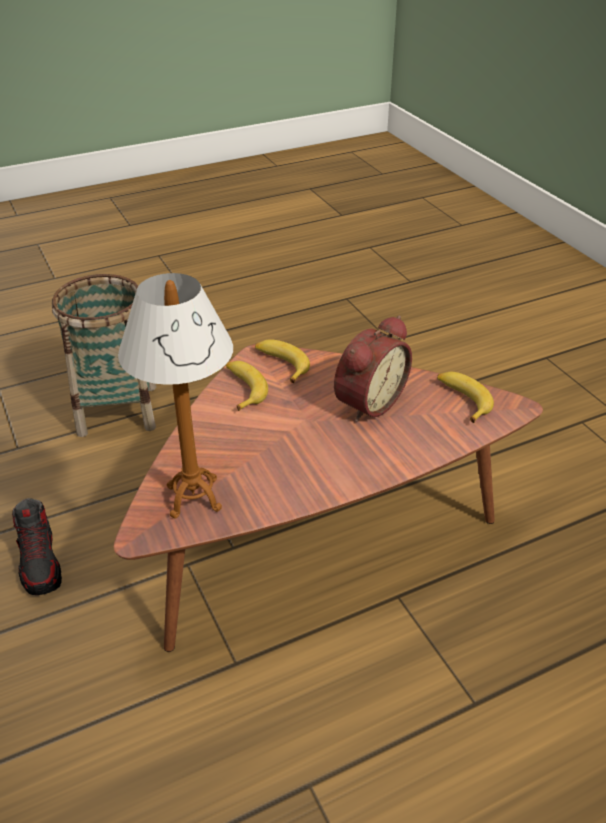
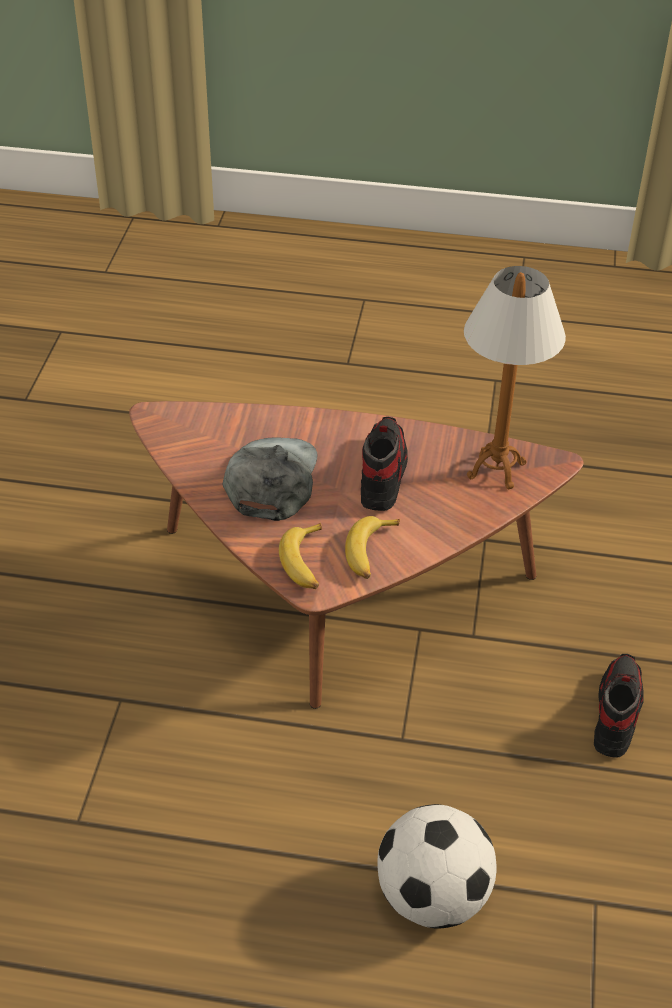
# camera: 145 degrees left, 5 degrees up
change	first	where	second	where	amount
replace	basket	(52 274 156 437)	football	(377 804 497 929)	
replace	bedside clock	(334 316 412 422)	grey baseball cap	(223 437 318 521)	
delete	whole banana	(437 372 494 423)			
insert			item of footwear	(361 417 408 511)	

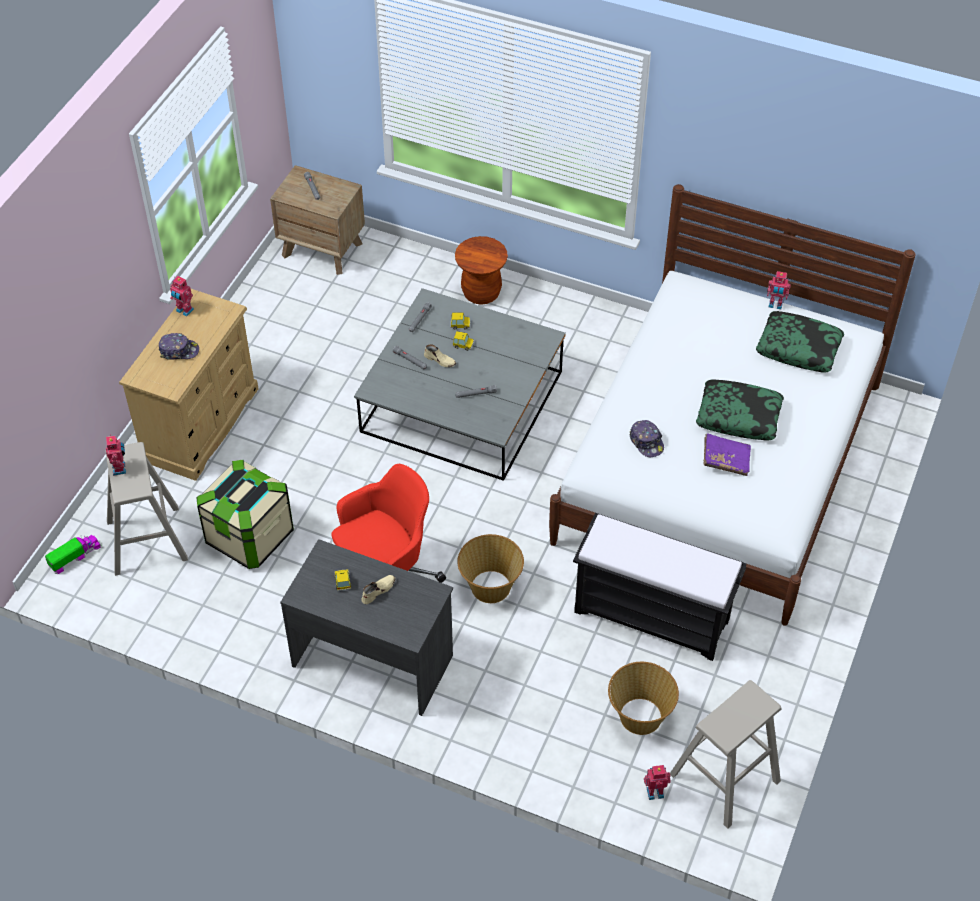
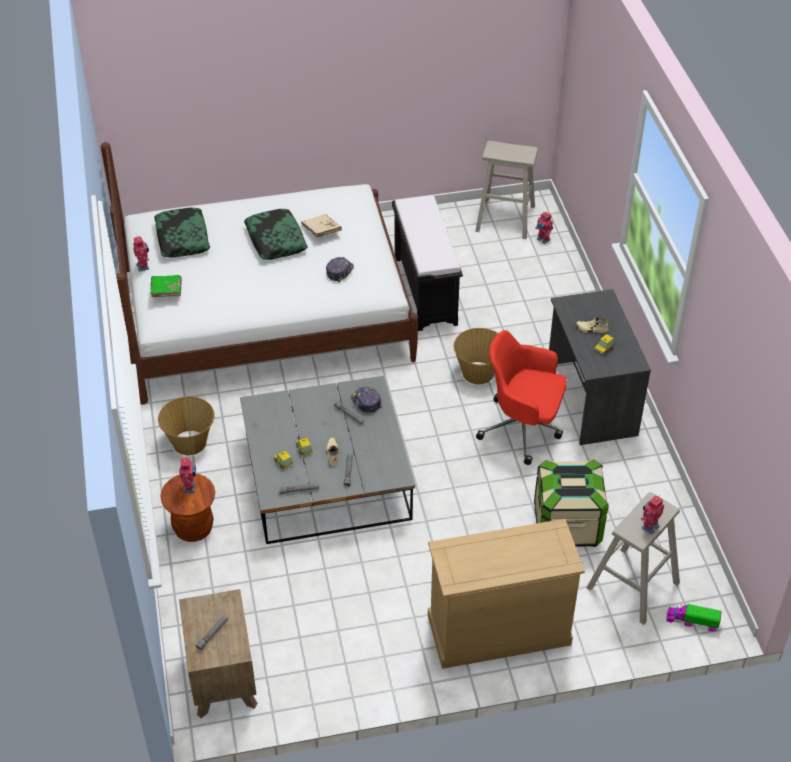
# camera: 125 degrees left, 5 degrees down
change	first	where	second	where	amount
move	model robot	(170 276 194 317)		(179 458 196 493)	
move	baseball cap	(159 333 199 360)		(351 387 382 413)	
recolor	purple volume	(704 433 751 476)	beige-coloured volume	(301 214 342 238)	
move	basket	(608 662 679 735)		(158 397 215 455)	
insert			greenish volume	(150 275 182 297)	

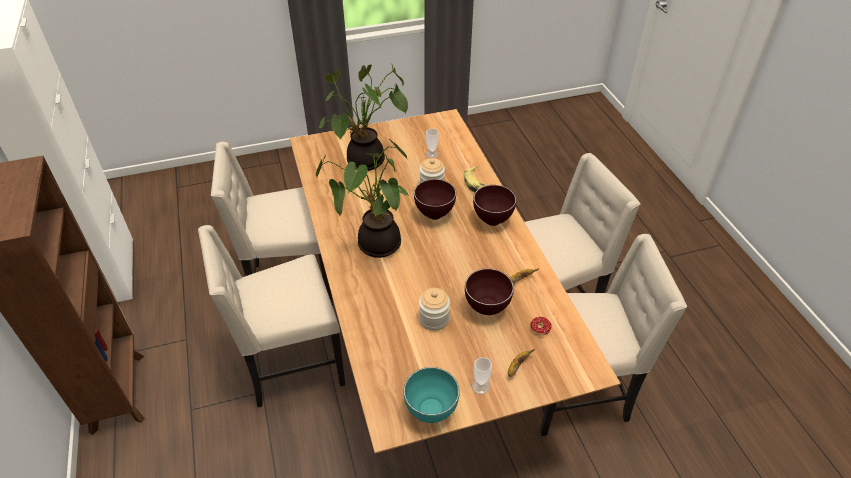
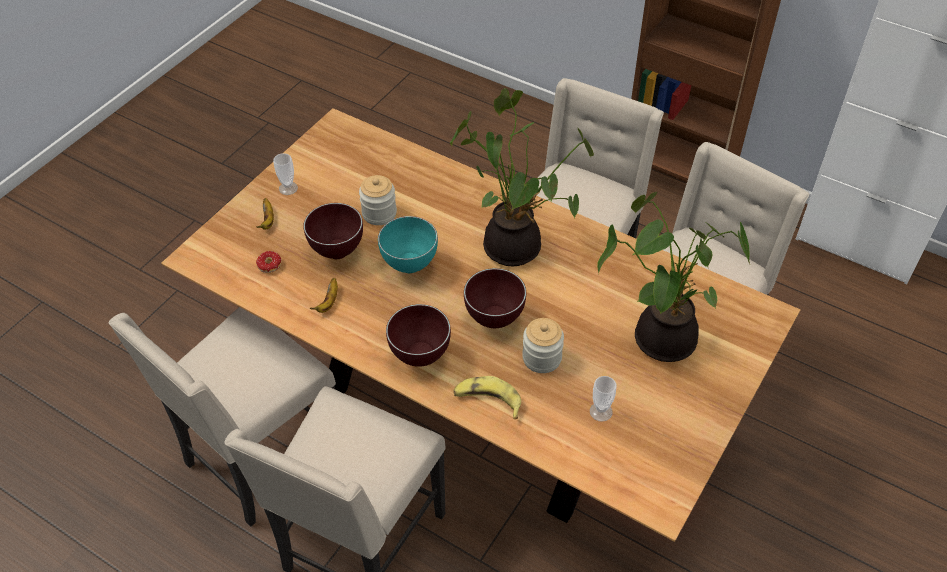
# camera: 140 degrees right, 5 degrees up
change	first	where	second	where	amount
move	blue-green serving bowl	(404 367 460 423)		(378 216 438 273)	

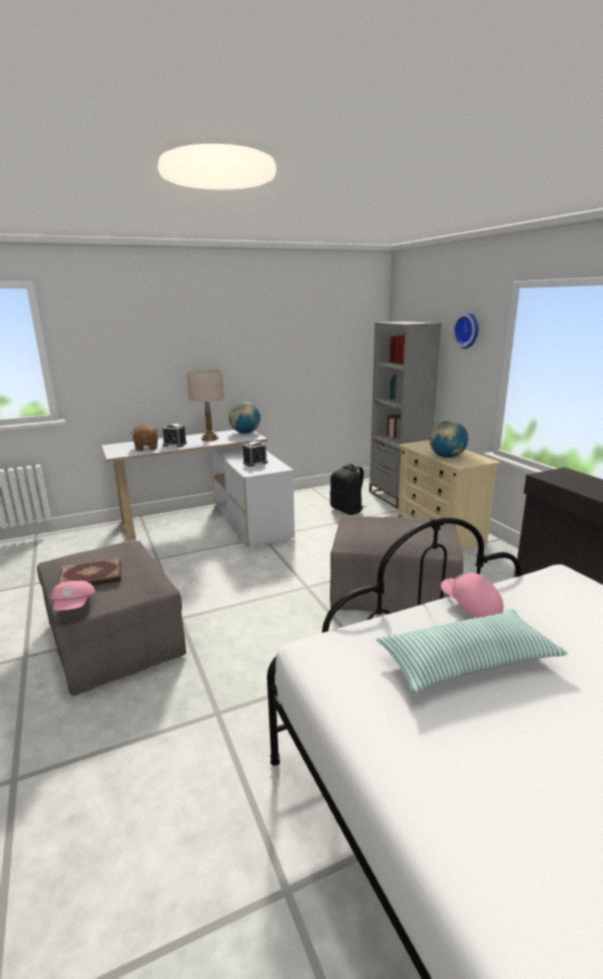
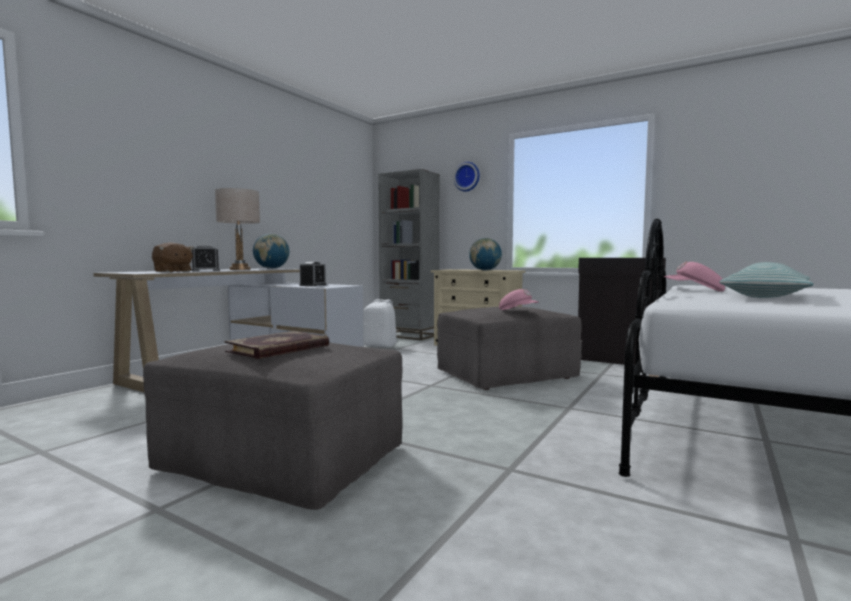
# camera: 35 degrees left, 15 degrees down
change	first	where	second	where	amount
recolor	blackish knapsack	(330 464 366 515)	white-coloured knapsack	(363 299 397 347)	
move	pink baseball cap	(51 581 95 611)		(499 289 539 310)	

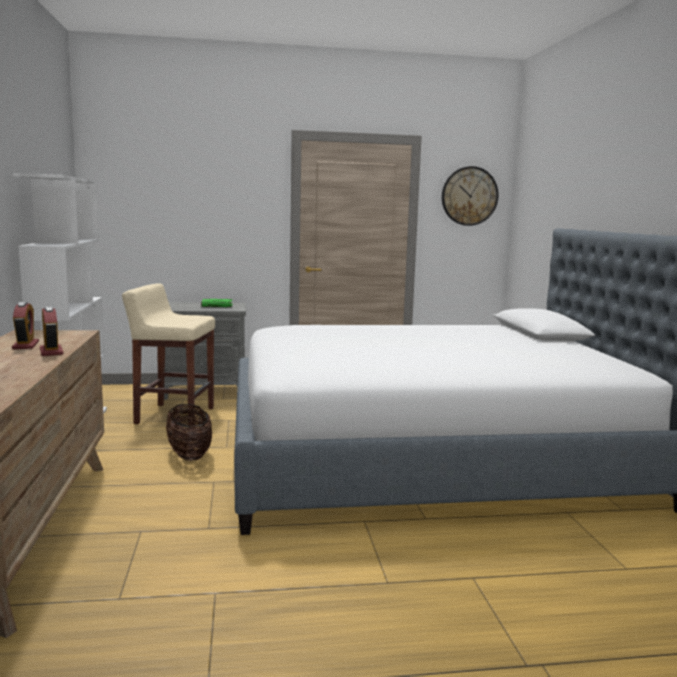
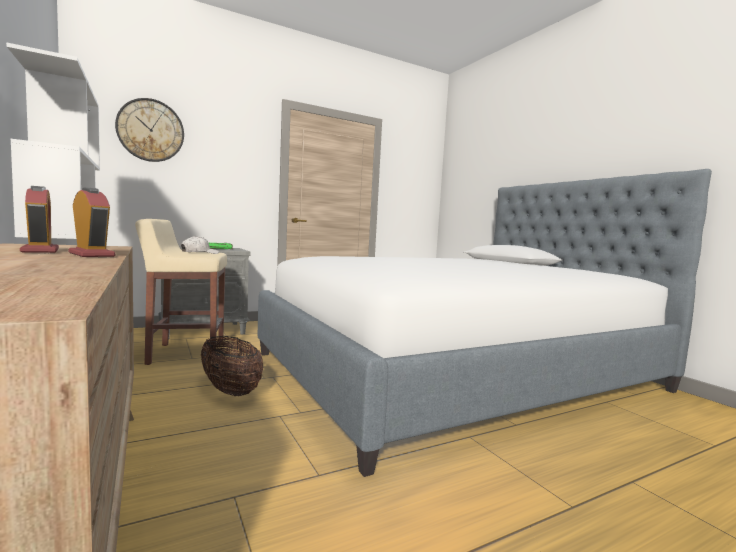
# camera: 20 degrees left, 5 degrees down
change	first	where	second	where	amount
move	clock on the wall	(442 166 499 226)		(115 98 184 162)	
insert			white-coloured baseball cap	(181 236 219 254)	

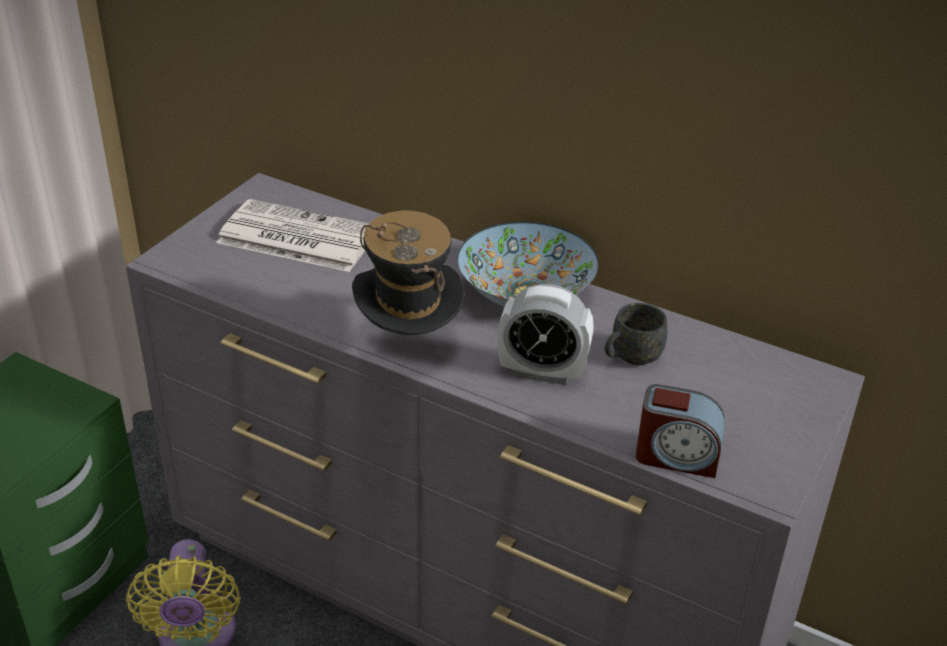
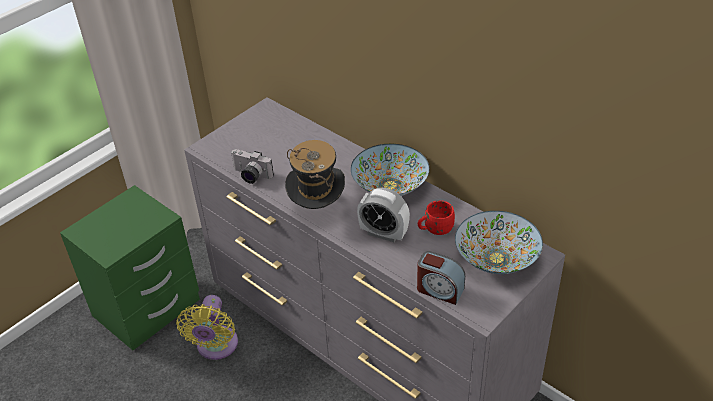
# camera: 15 degrees right, 5 degrees up
change	first	where	second	where	amount
delete	newspaper	(216 199 369 272)			
recolor	grey tea mug	(605 303 668 365)	red tea mug	(418 200 455 235)	
insert			photo camera	(231 149 274 184)	
insert			serving bowl	(455 211 543 274)	

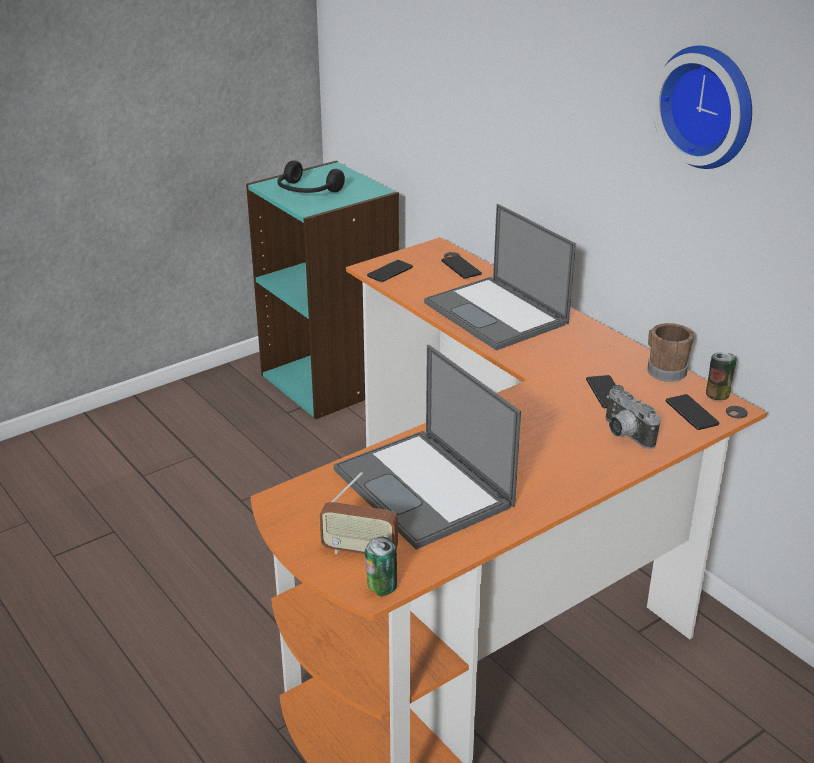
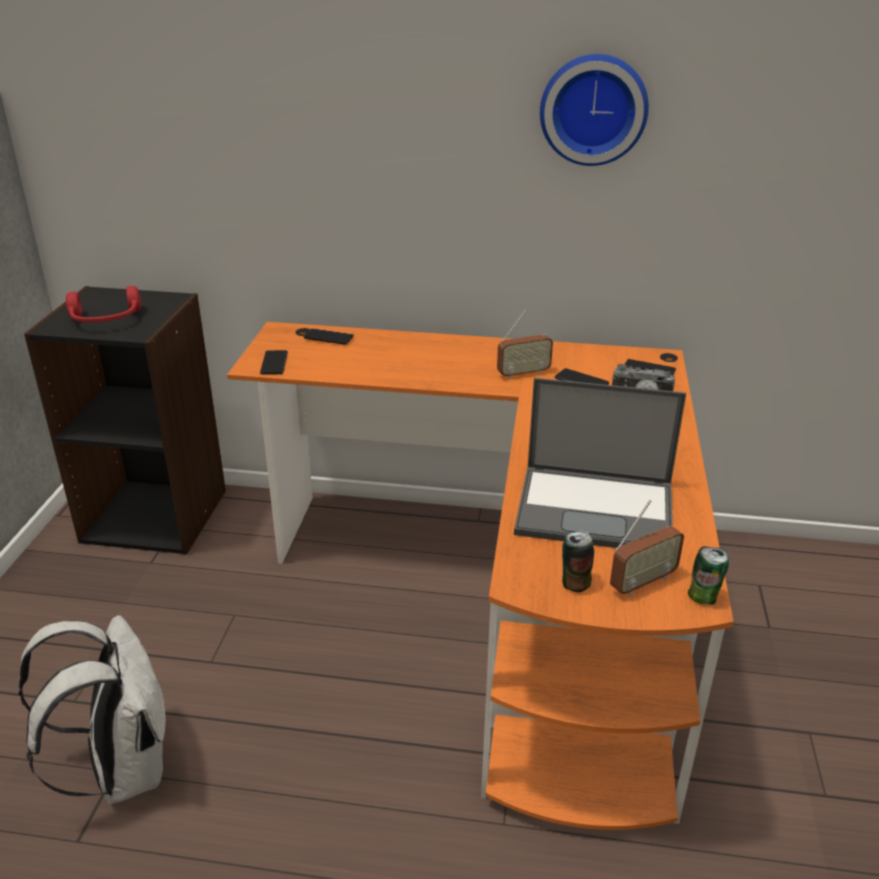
# camera: 45 degrees left, 0 degrees up
change	first	where	second	where	amount
recolor	blackish headphones	(277 160 345 193)	red headphones	(66 286 141 322)	
recolor	blue-green bookcase	(246 161 399 419)	blackish bookcase	(24 286 226 555)	
delete	laptop	(424 204 576 350)			
delete	brown tea mug	(647 323 694 382)			
move	metal can	(706 352 736 400)		(562 530 594 592)	
insert			radio	(497 310 553 379)	
insert			white-coloured knapsack	(18 615 166 805)	

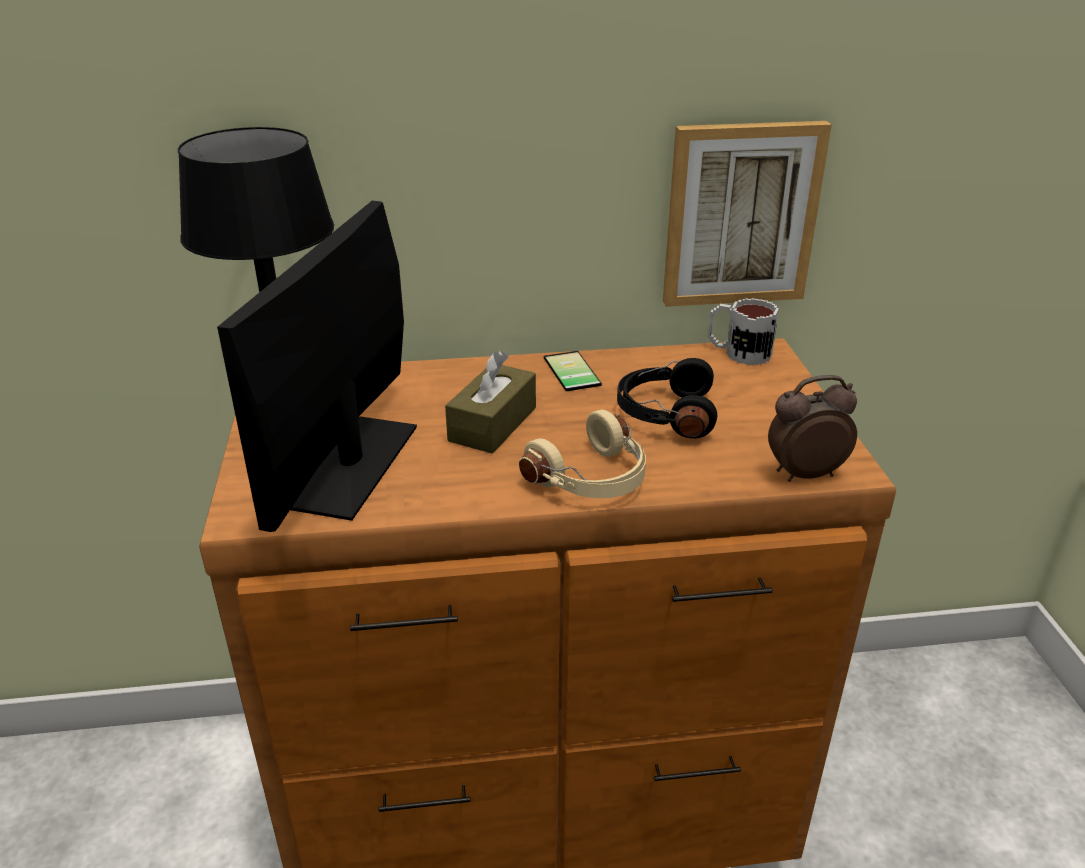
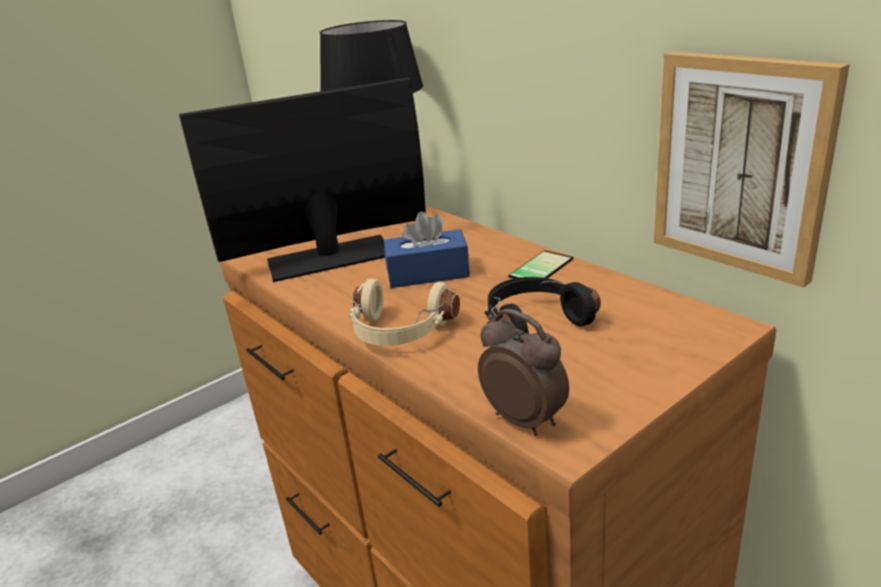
# camera: 60 degrees right, 5 degrees down
change	first	where	second	where	amount
delete	tea mug	(708 298 779 365)			
recolor	brown box of tissues	(445 351 536 454)	blue box of tissues	(384 211 470 288)	

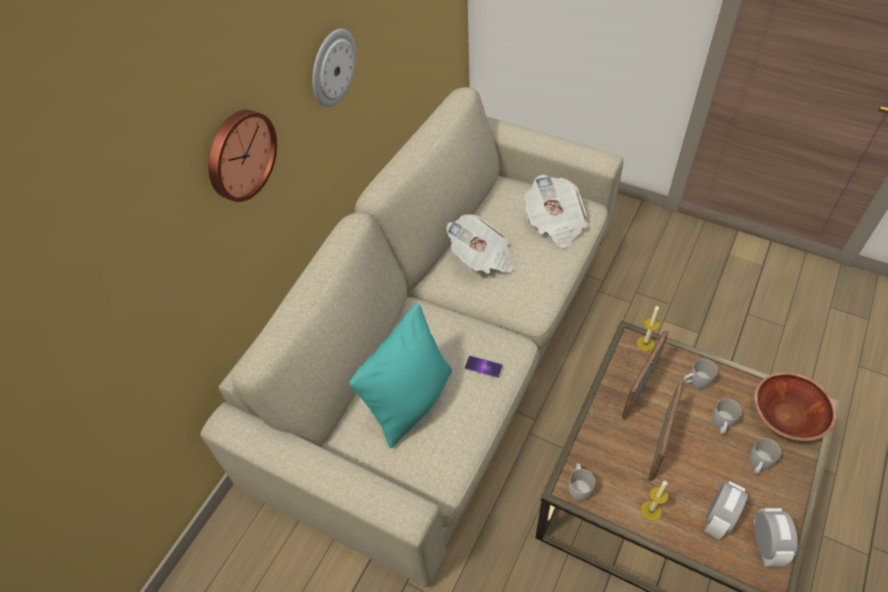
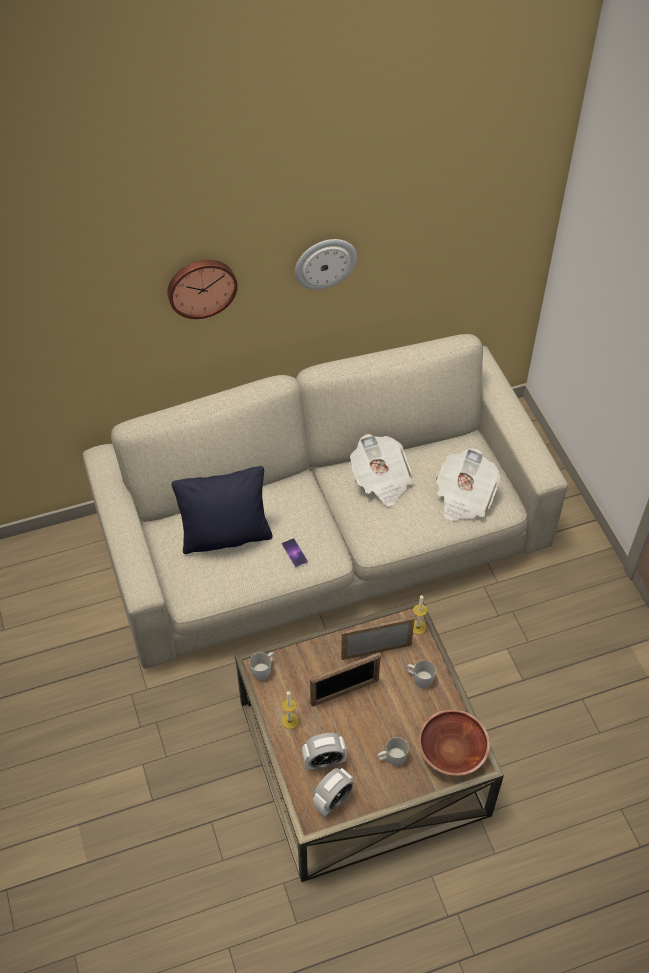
# camera: 40 degrees right, 0 degrees up
change	first	where	second	where	amount
recolor	blue-green pillow	(349 304 452 448)	blackish pillow	(172 466 273 554)	
delete	white-coloured tea mug	(712 398 742 434)			

